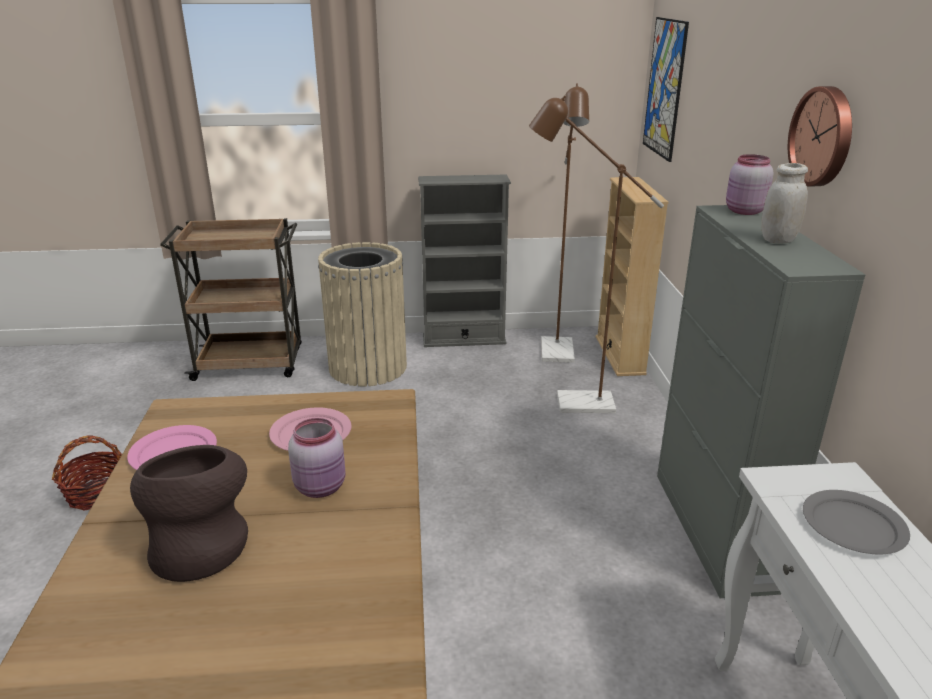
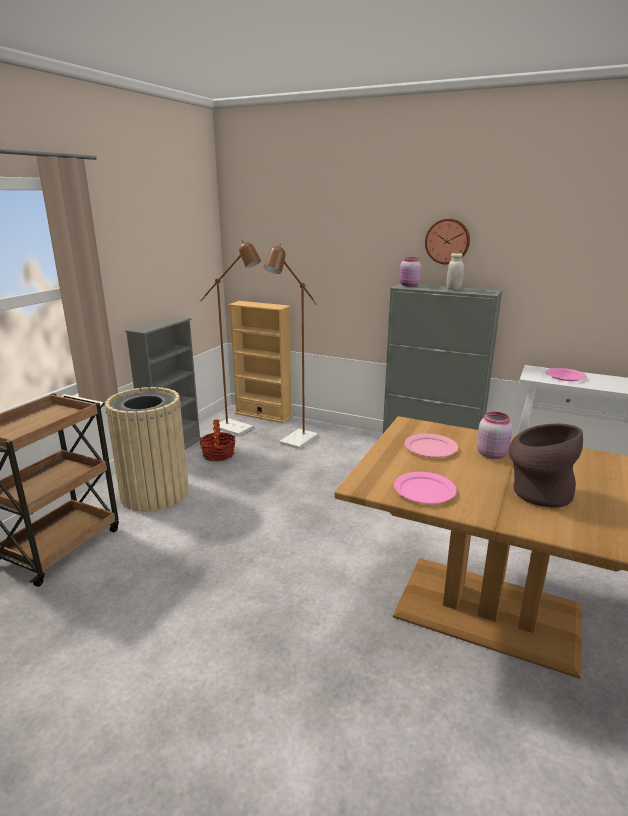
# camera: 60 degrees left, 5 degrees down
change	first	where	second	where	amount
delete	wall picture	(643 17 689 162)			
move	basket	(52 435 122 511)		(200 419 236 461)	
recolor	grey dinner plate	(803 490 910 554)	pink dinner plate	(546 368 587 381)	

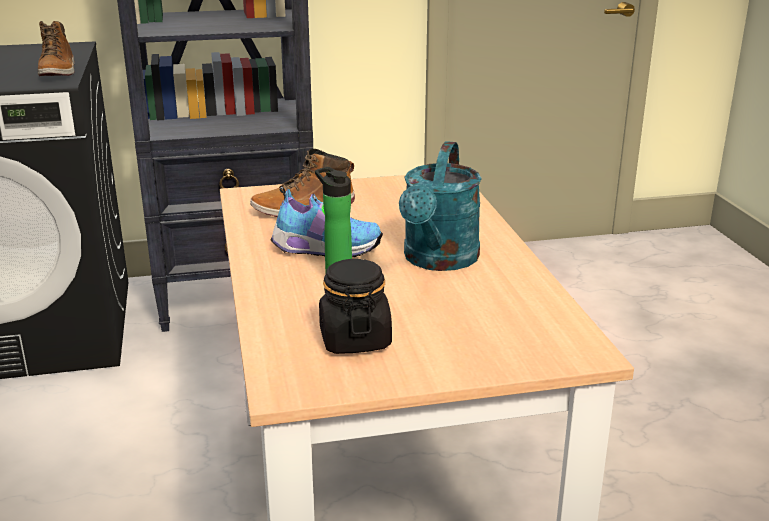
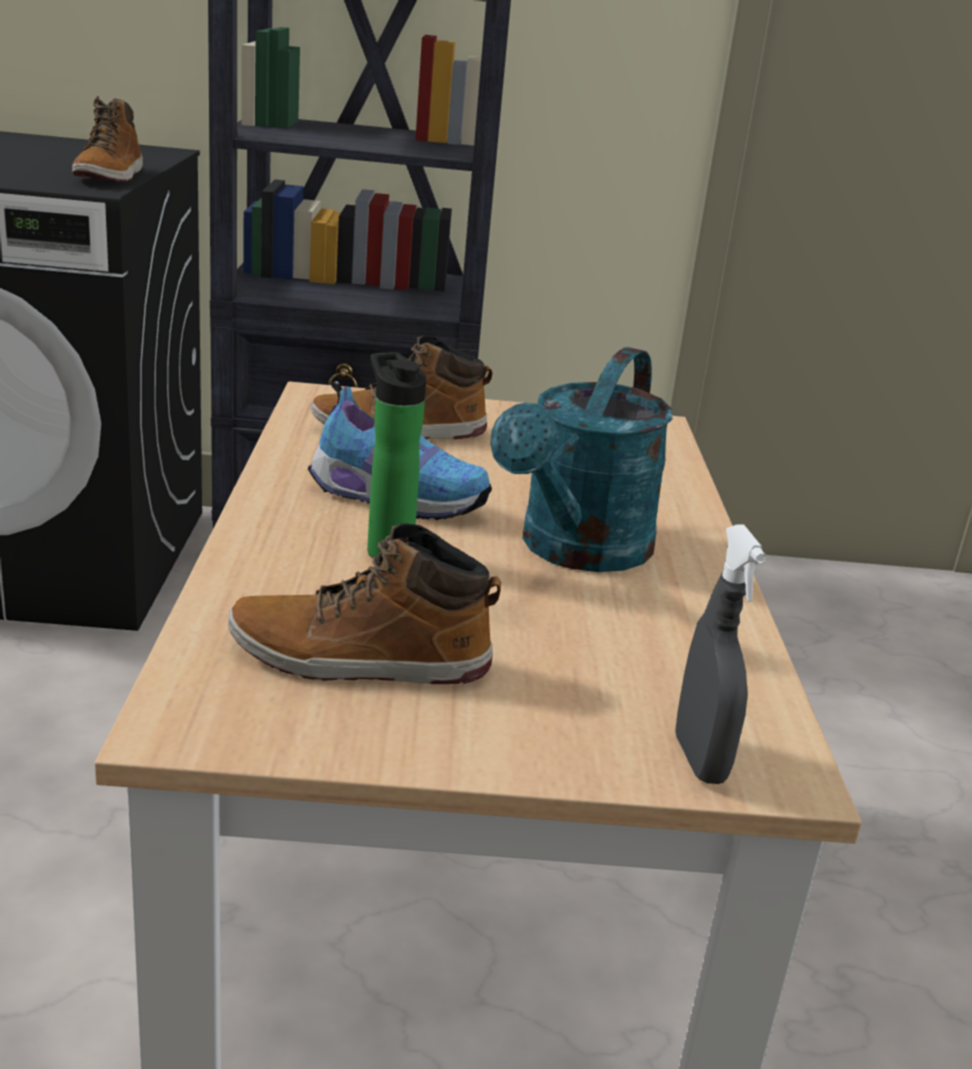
# camera: 10 degrees right, 0 degrees up
change	first	where	second	where	amount
replace	blackish preserve jar	(319 259 392 354)	high-top boot	(228 523 501 684)	
insert			grey spray bottle	(675 524 767 784)	

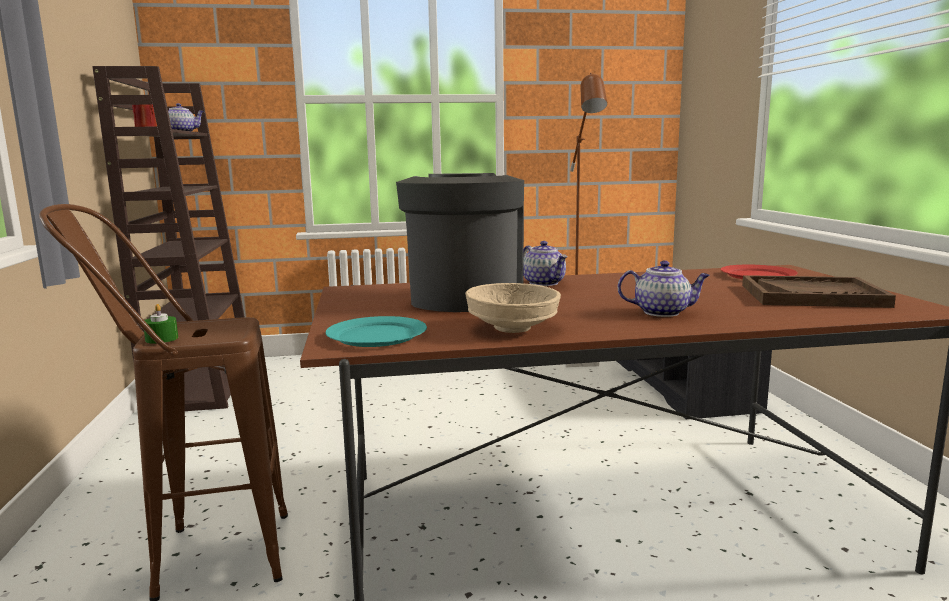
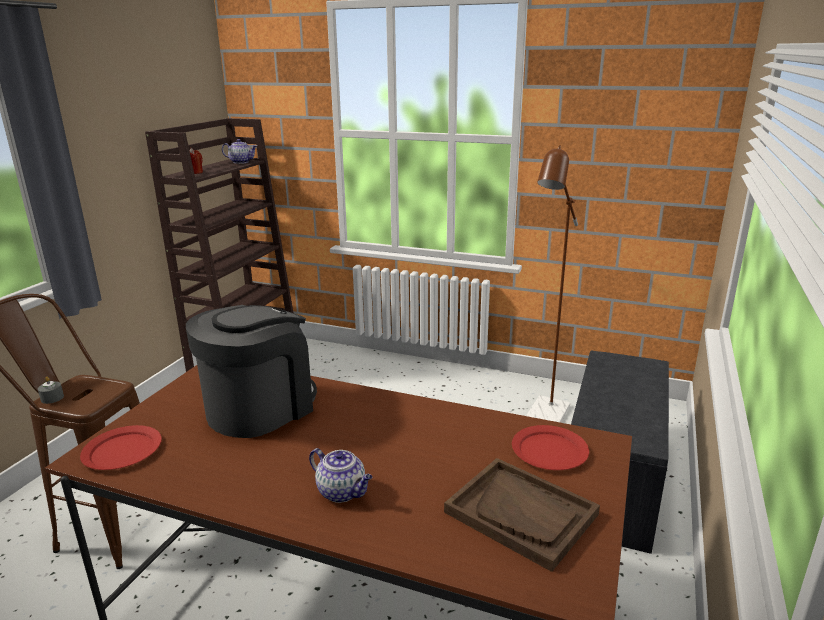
# camera: 30 degrees right, 10 degrees up
change	first	where	second	where	amount
delete	teapot	(524 241 568 286)			
delete	beige-coloured serving bowl	(465 283 561 333)			
recolor	greenish wax candle	(144 304 178 344)	grey wax candle	(38 377 64 404)	
recolor	blue-green dinner plate	(326 316 427 347)	red dinner plate	(80 425 162 470)	

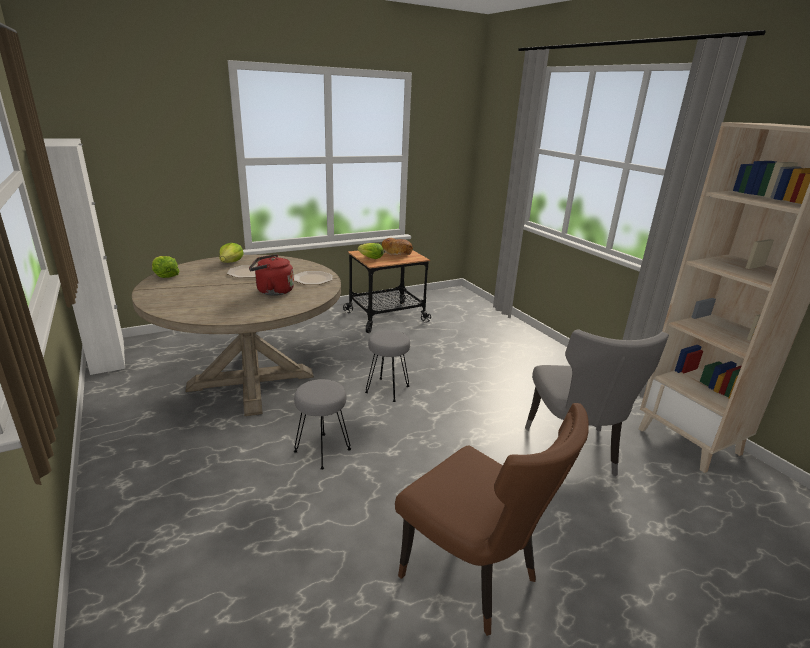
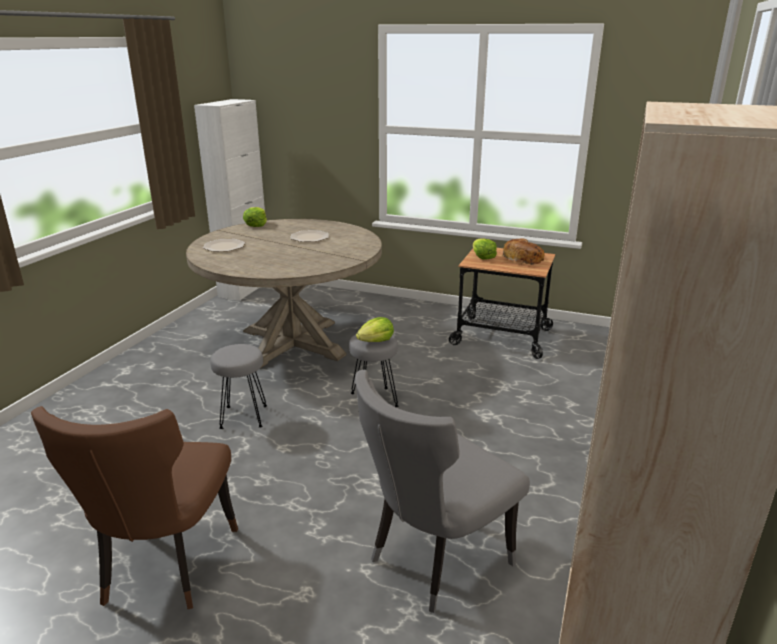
# camera: 50 degrees right, 0 degrees up
change	first	where	second	where	amount
move	head of lettuce	(219 243 244 263)		(356 317 394 342)	
delete	red tea kettle	(249 254 294 296)			
move	dinner plate	(294 271 332 285)		(203 239 245 252)	

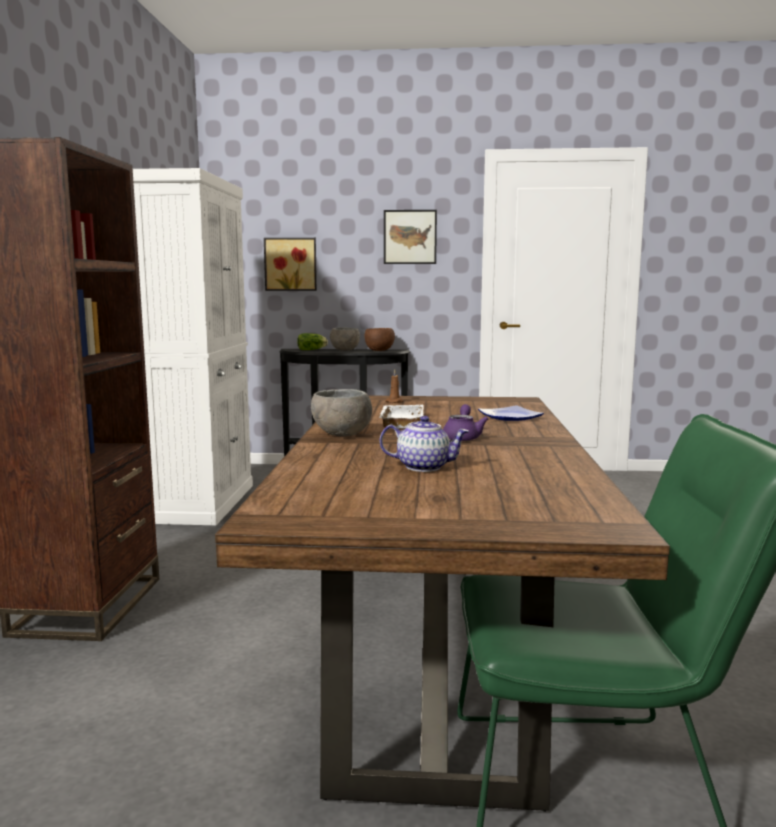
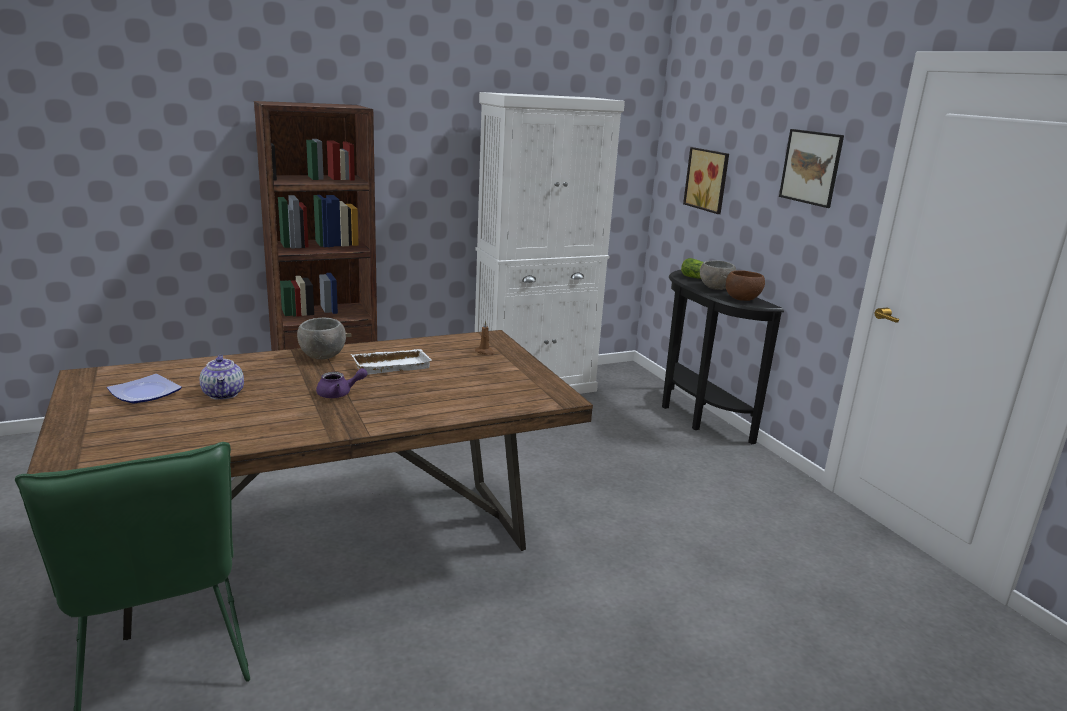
# camera: 60 degrees right, 10 degrees up
change	first	where	second	where	amount
move	dinner plate	(478 405 544 421)		(107 374 182 403)	

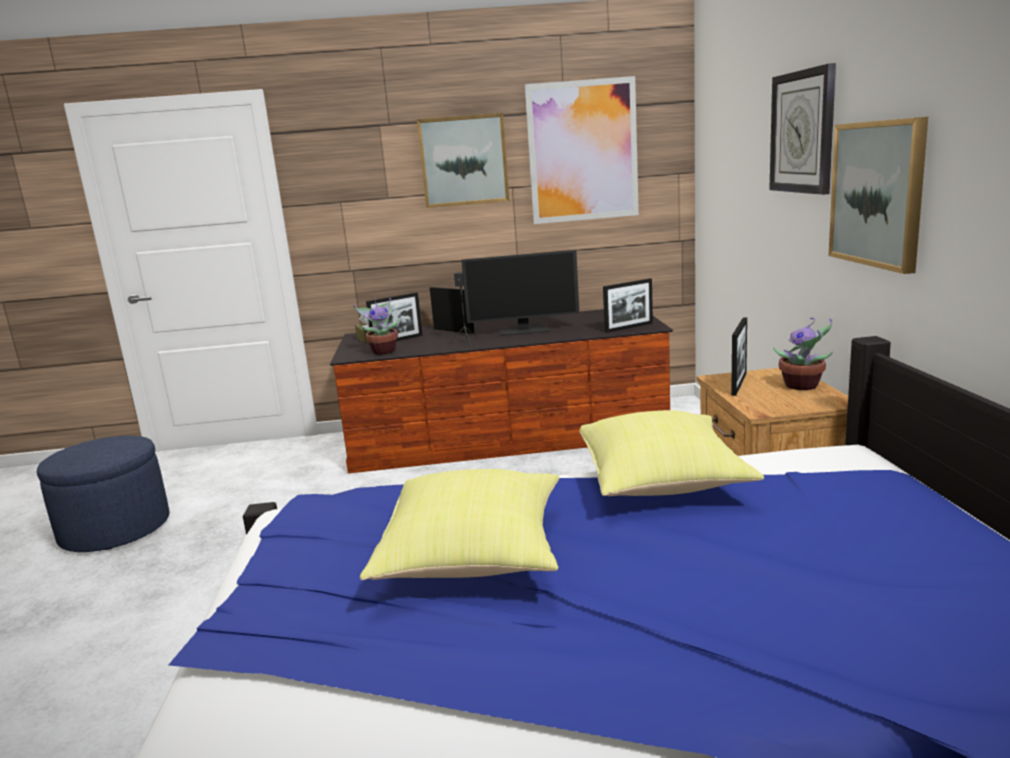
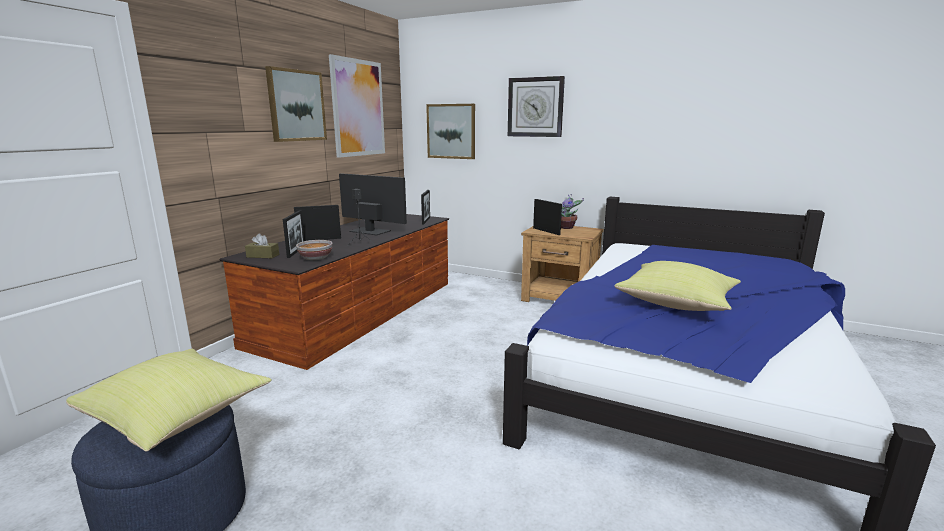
# camera: 60 degrees left, 0 degrees up
change	first	where	second	where	amount
move	wall picture	(829 117 928 274)		(426 104 475 159)	
rotate	monitor	(461 250 579 336)		(339 173 407 235)	90 degrees counterclockwise
replace	houseplant	(353 298 399 355)	serving bowl	(296 240 333 260)	
move	yellow pillow	(580 410 764 496)		(66 349 271 452)	

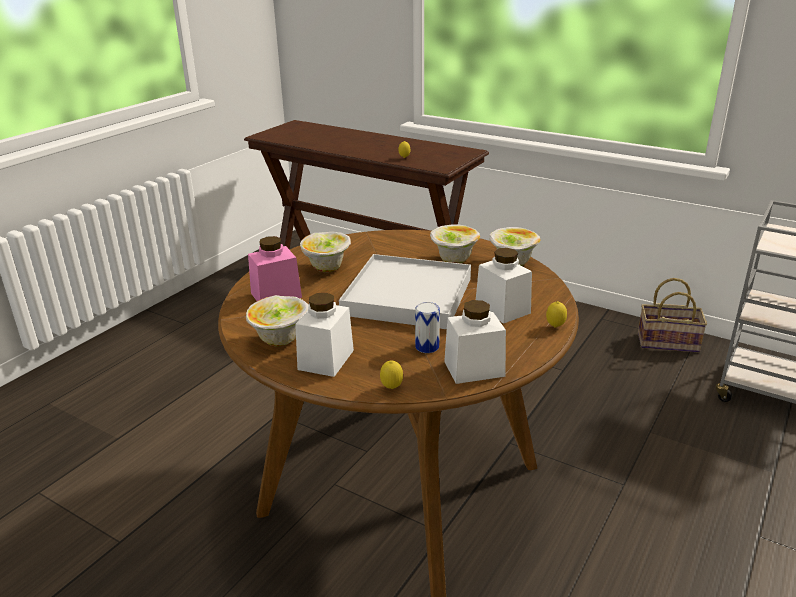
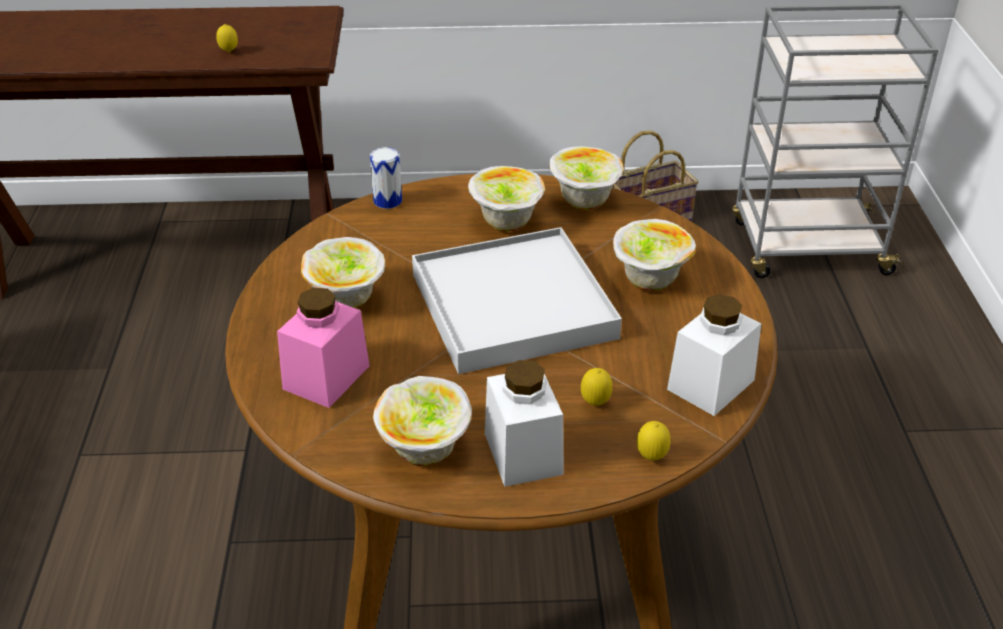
# camera: 35 degrees left, 10 degrees up
change	first	where	second	where	amount
replace	white-coloured preserve jar	(476 248 532 324)	serving bowl	(613 219 696 291)	
move	citrus fruit	(546 301 567 327)		(581 368 613 406)	
move	metal can	(415 302 440 353)		(370 147 402 209)	

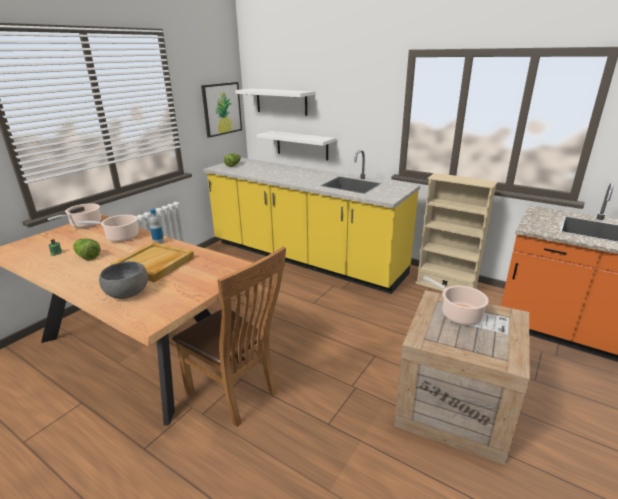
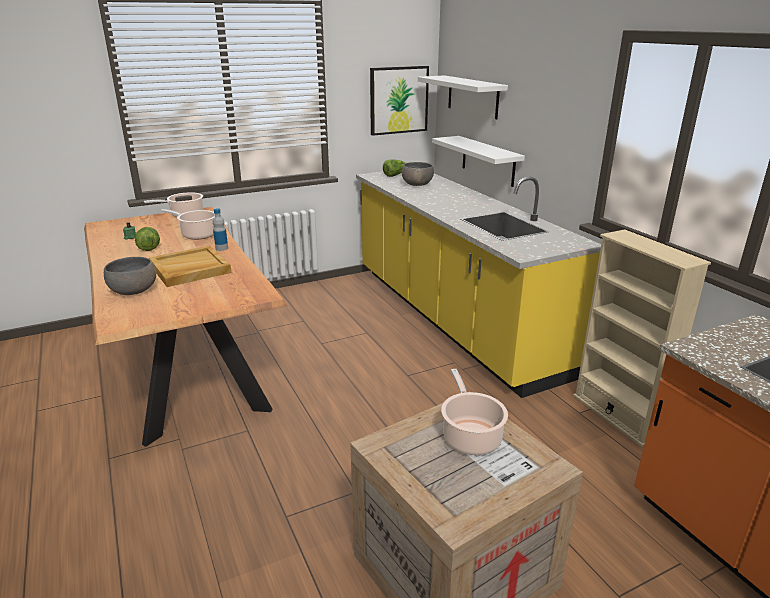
# camera: 30 degrees right, 0 degrees up
change	first	where	second	where	amount
delete	brown upright chair	(172 247 286 427)			
insert			grey serving bowl	(402 162 434 186)	

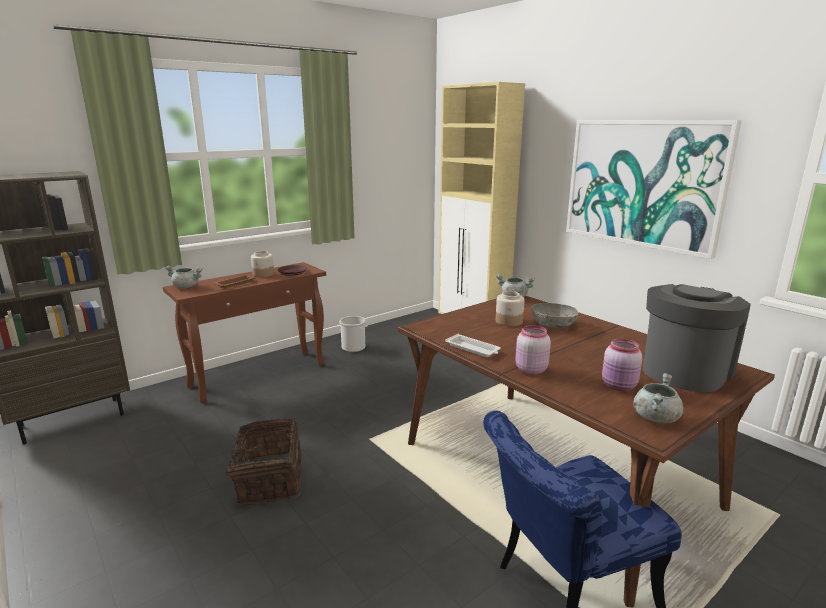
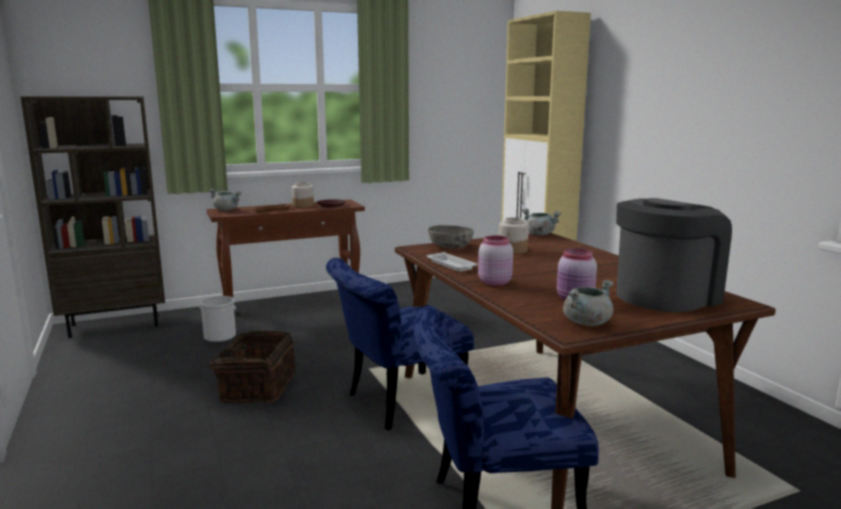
# camera: 15 degrees right, 5 degrees down
change	first	where	second	where	amount
delete	wall picture	(566 120 742 259)			
move	grey serving bowl	(531 303 578 329)		(428 225 474 248)	
move	bucket	(338 316 368 352)		(199 296 236 342)	
insert			blue upright chair	(326 258 474 430)	

